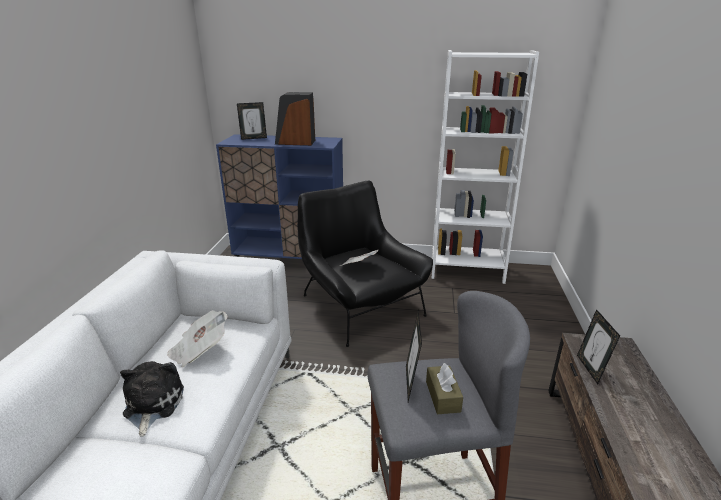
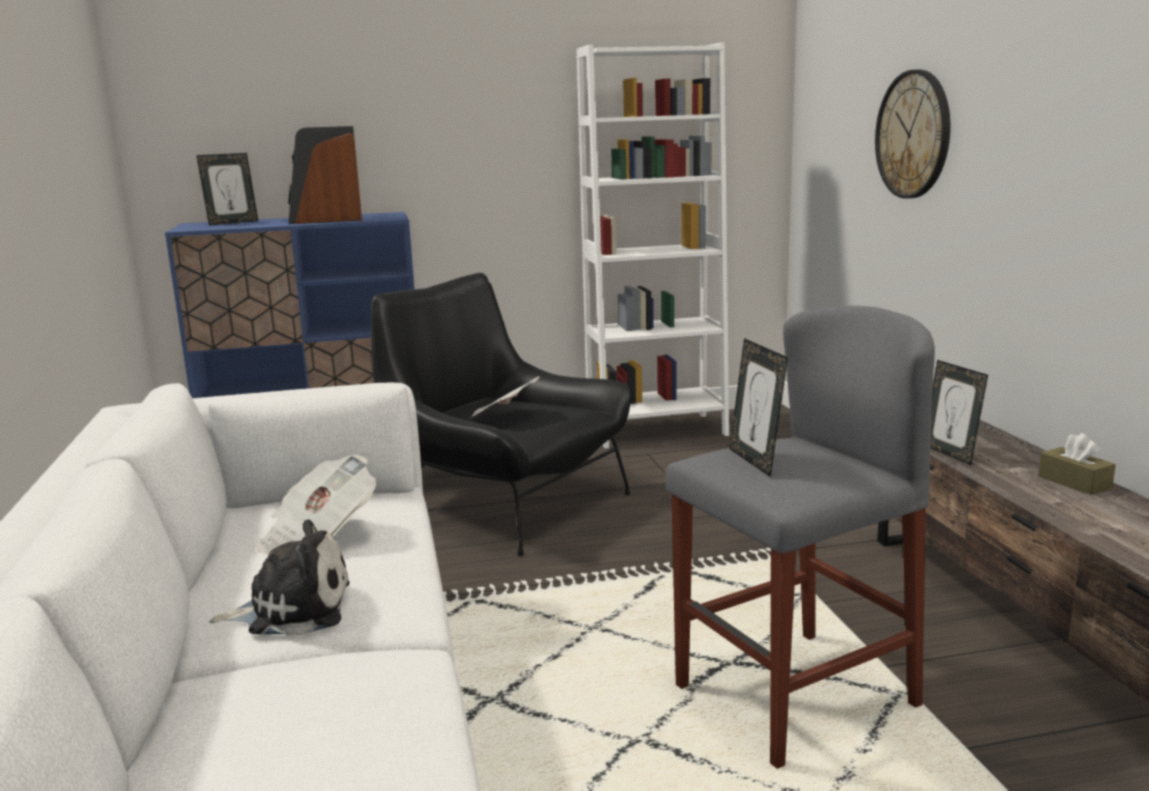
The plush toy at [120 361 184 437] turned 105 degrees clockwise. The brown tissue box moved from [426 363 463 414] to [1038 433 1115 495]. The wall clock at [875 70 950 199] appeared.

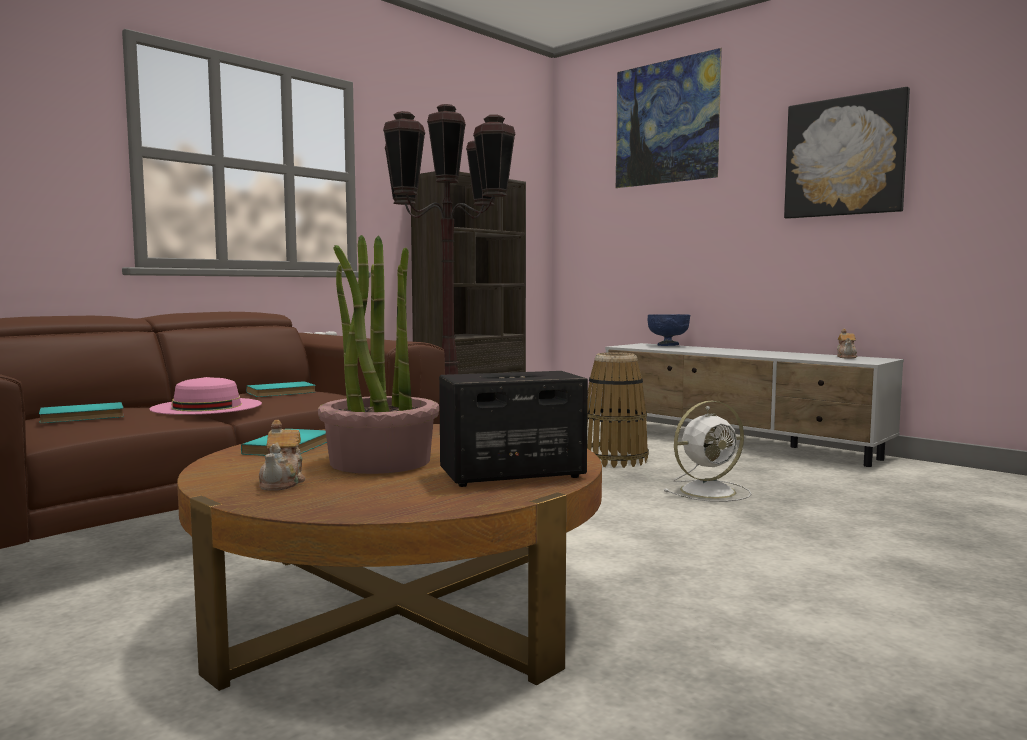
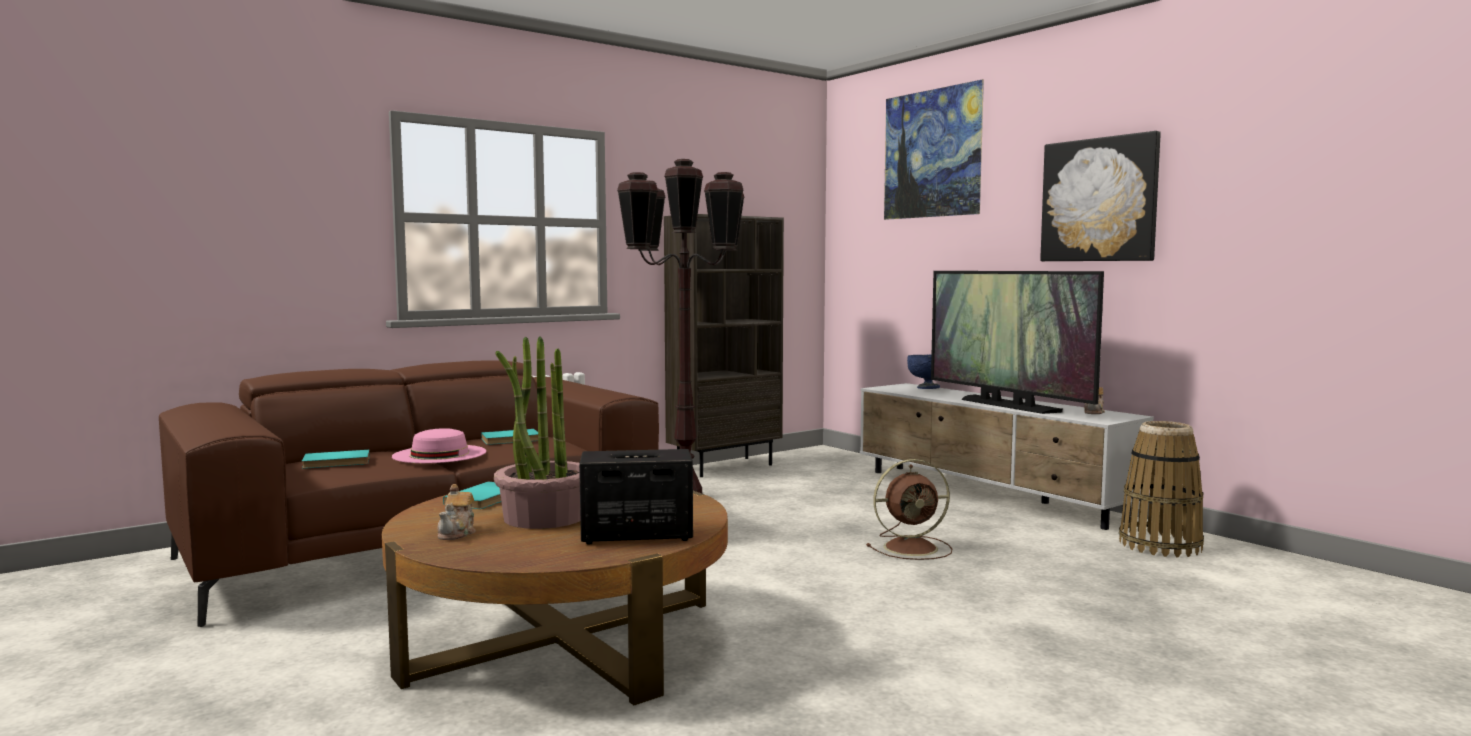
The basket moved from [587 352 649 468] to [1119 421 1204 557]. The white fan at [664 401 752 502] became the brown fan at [866 459 952 560]. The television at [931 271 1104 414] appeared.

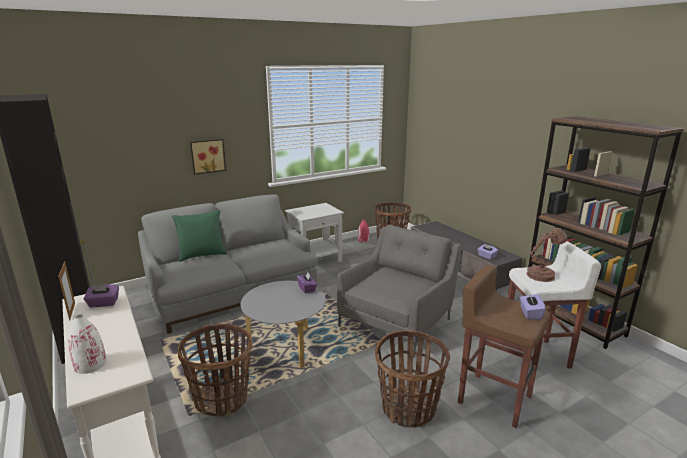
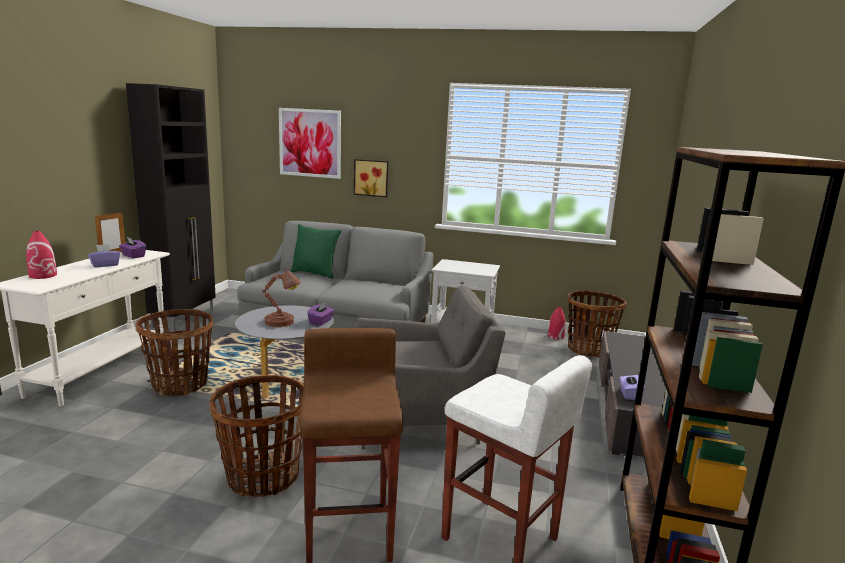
The brown table lamp moved from [527 227 567 282] to [262 270 301 327]. The purple tissue box moved from [520 291 546 320] to [88 244 120 268]. The white vase at [68 314 107 374] became the red vase at [26 231 57 279]. The picture at [279 108 341 179] appeared.

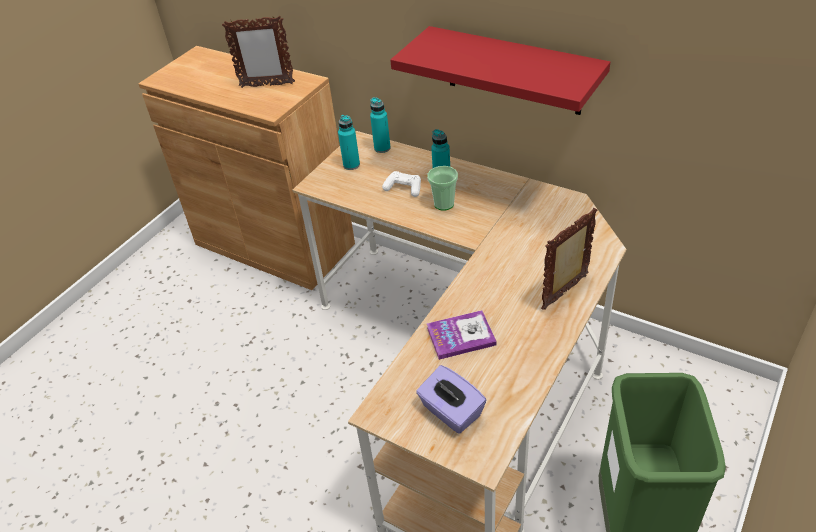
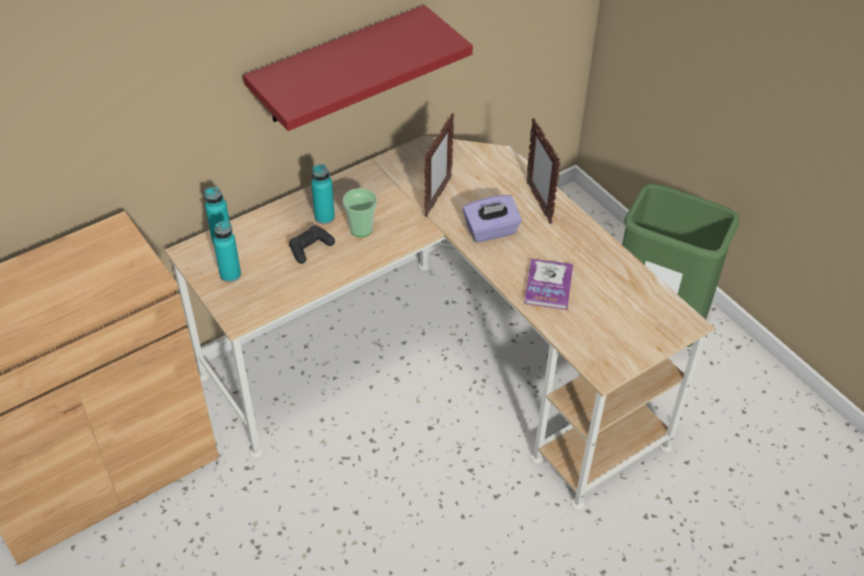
The picture frame moved from [222 15 295 88] to [424 113 454 217]. The white game controller at [382 171 421 197] became the black game controller at [289 225 335 264]. The purple tissue box moved from [416 365 486 434] to [463 195 522 242].

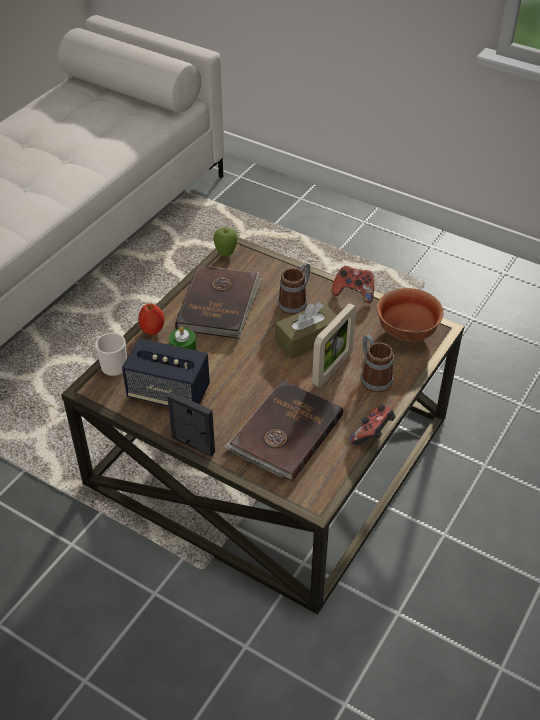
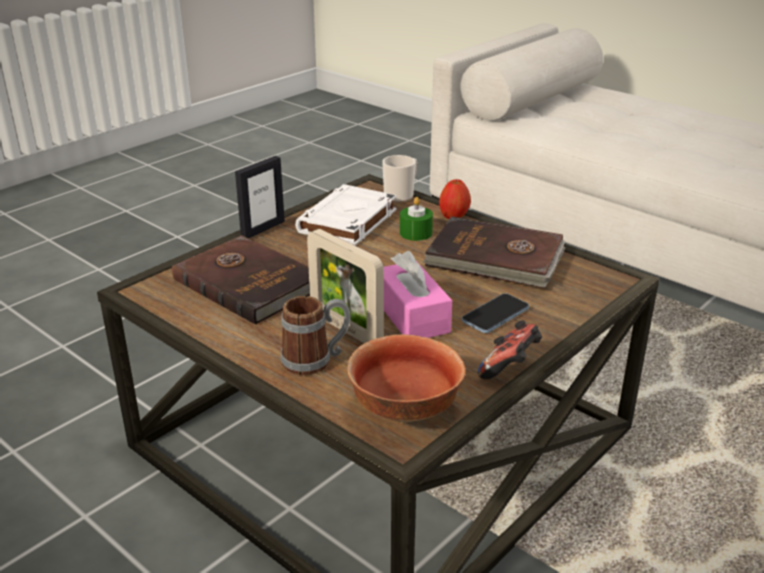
The apple at [213 227 238 257] disappeared. The mug at [278 263 310 315] was replaced by the phone at [462 294 529 333]. The brown tissue box at [275 302 337 359] became the pink tissue box at [384 251 452 338]. The speaker at [122 338 210 406] was replaced by the white book at [295 184 397 245]. The game controller at [350 404 395 445] disappeared.

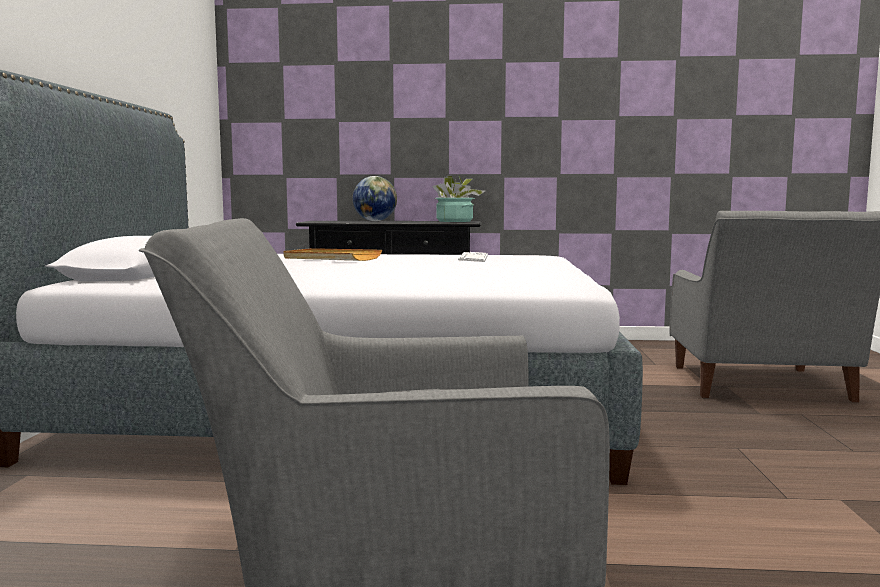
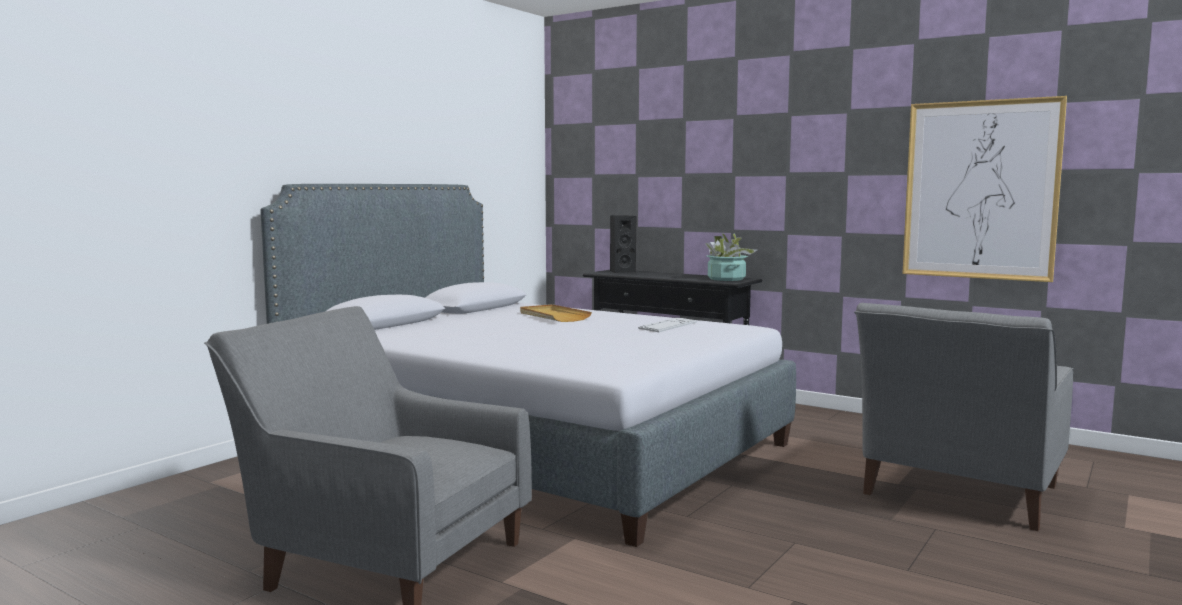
The globe at [353 176 397 221] disappeared. The picture at [902 96 1067 282] appeared. The black speaker at [610 215 636 273] appeared.

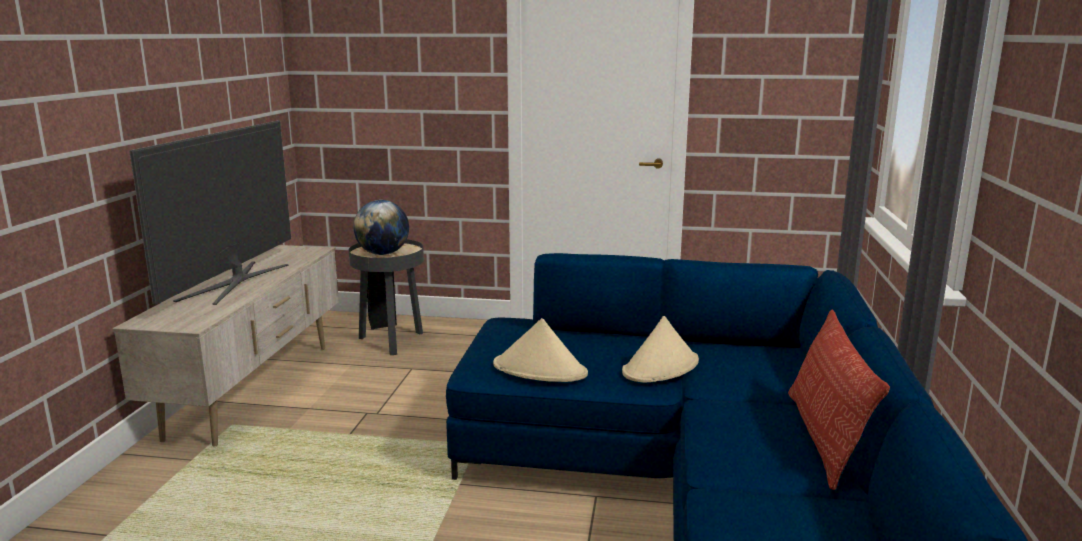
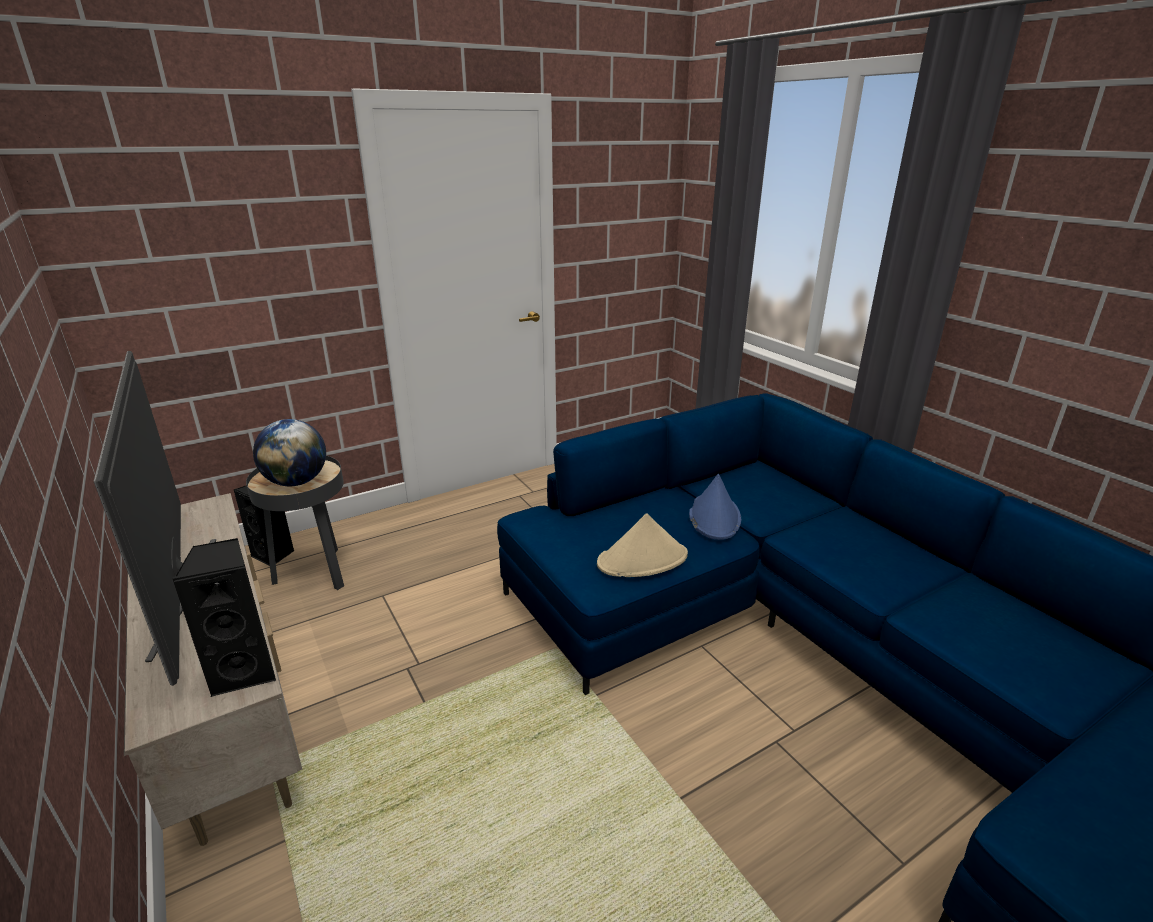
The pillow at [788 310 890 490] disappeared. The beige hat at [622 316 699 382] became the blue hat at [689 474 742 540]. The black speaker at [171 538 276 697] appeared.

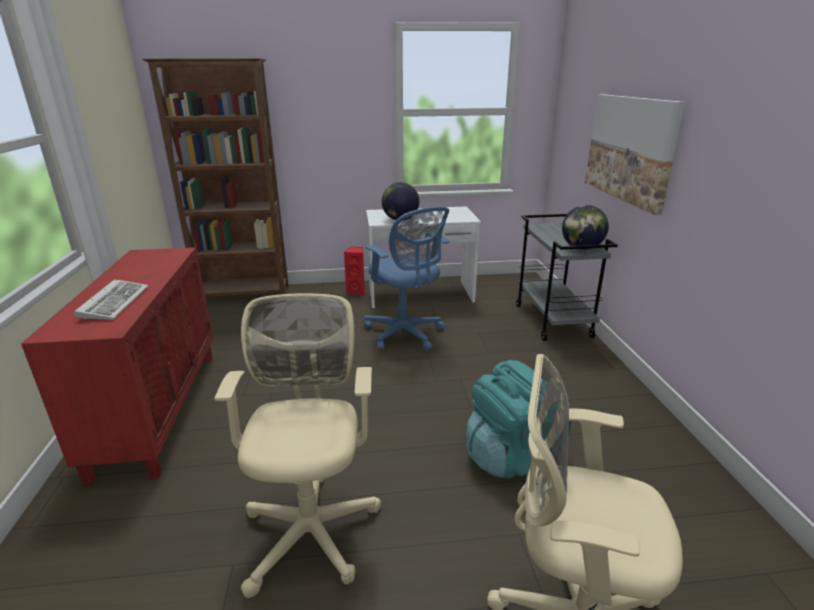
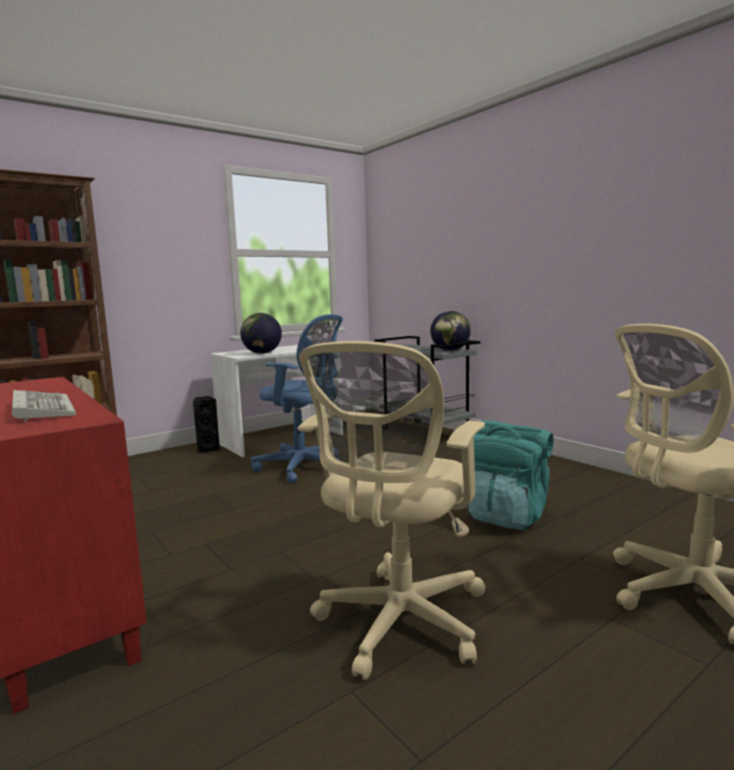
The picture at [585 94 685 215] disappeared. The red speaker at [344 247 365 295] became the black speaker at [193 396 220 453]. The beige office chair at [214 293 381 598] turned 120 degrees counterclockwise.

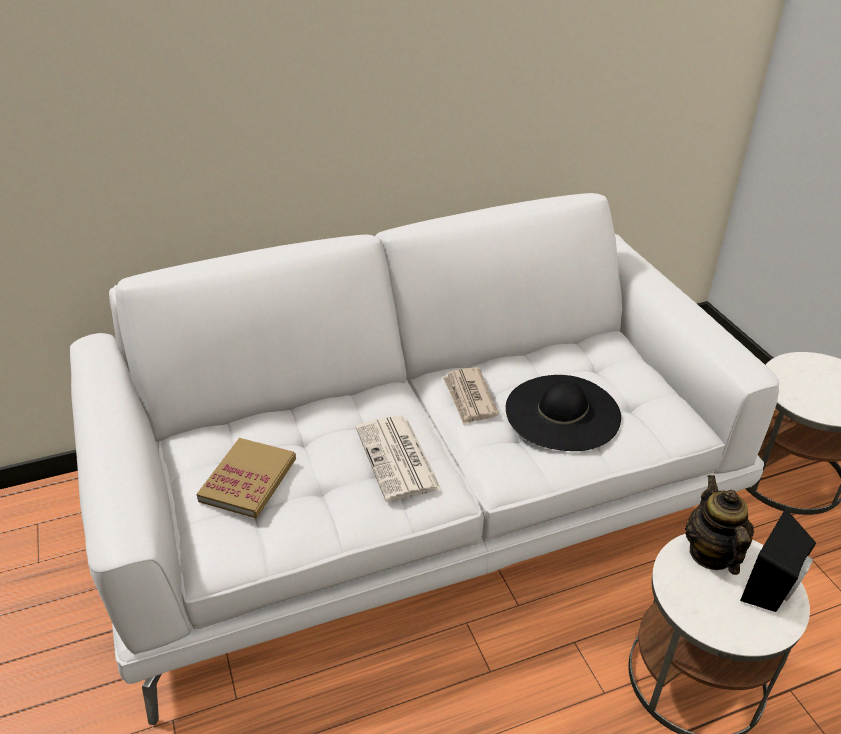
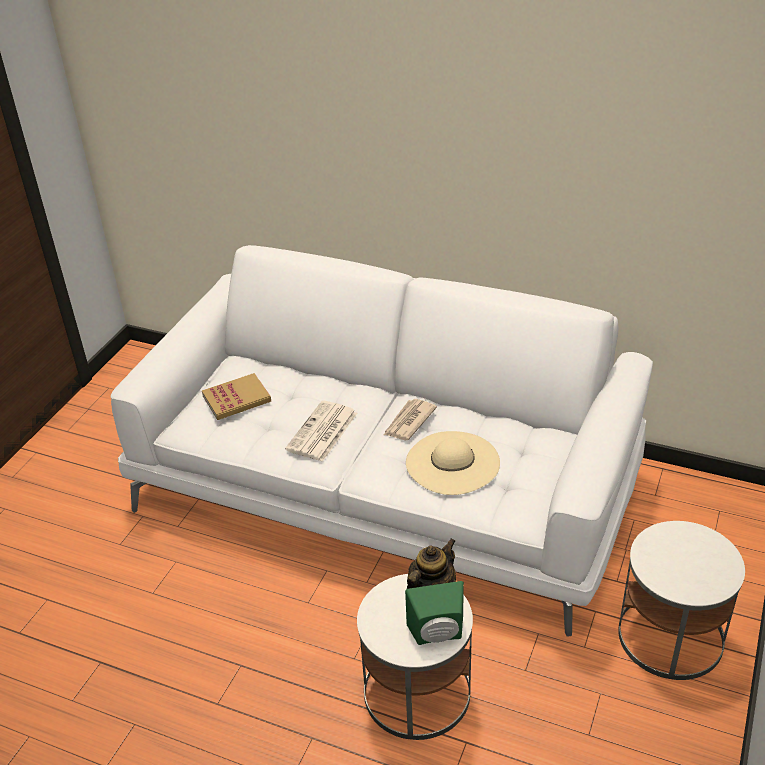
The black hat at [506 375 621 451] became the beige hat at [406 431 500 495]. The black speaker at [740 508 816 612] became the green speaker at [405 581 464 645].

